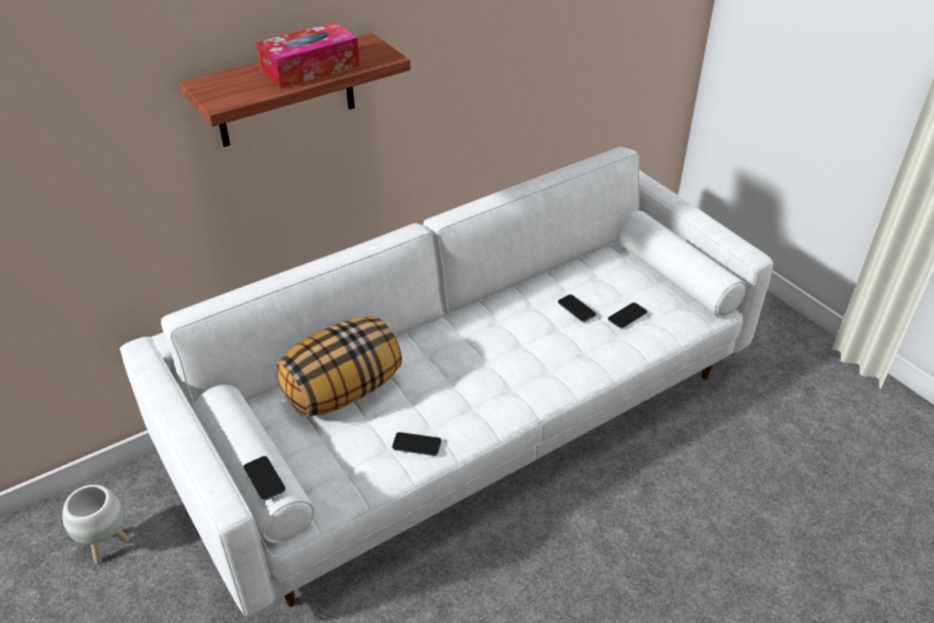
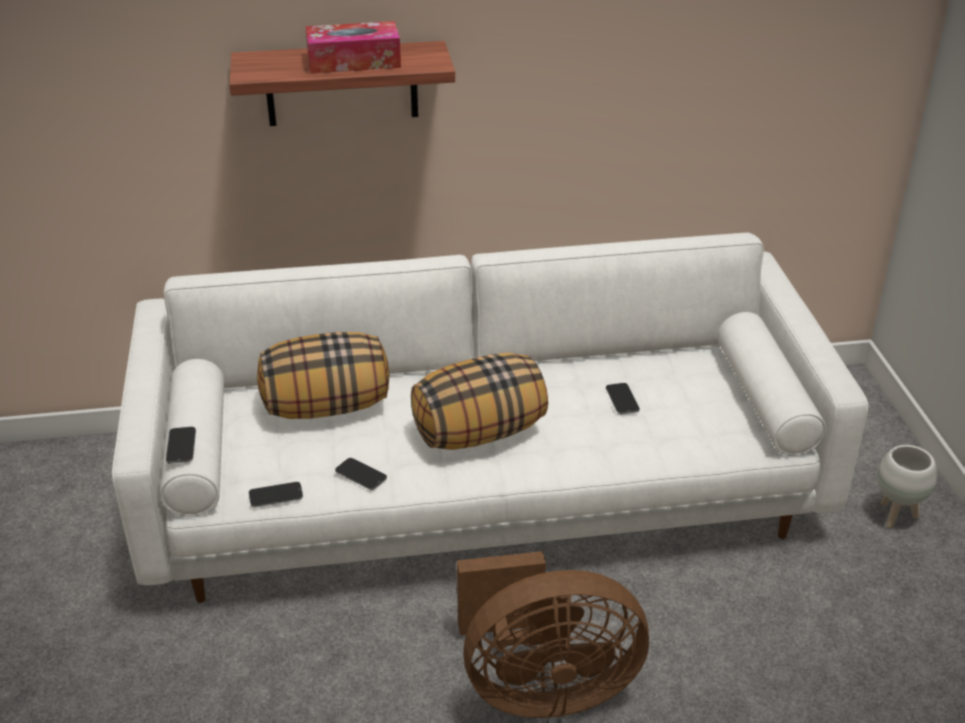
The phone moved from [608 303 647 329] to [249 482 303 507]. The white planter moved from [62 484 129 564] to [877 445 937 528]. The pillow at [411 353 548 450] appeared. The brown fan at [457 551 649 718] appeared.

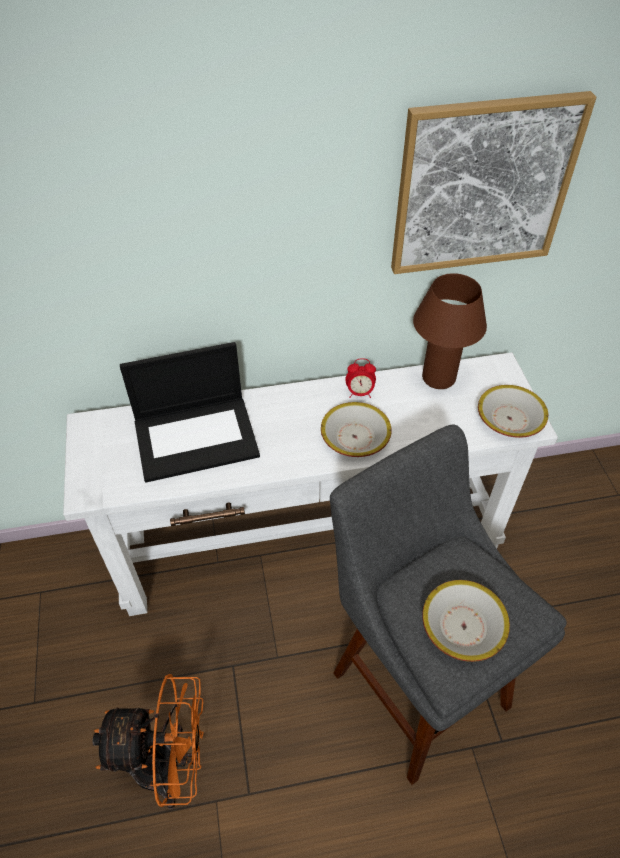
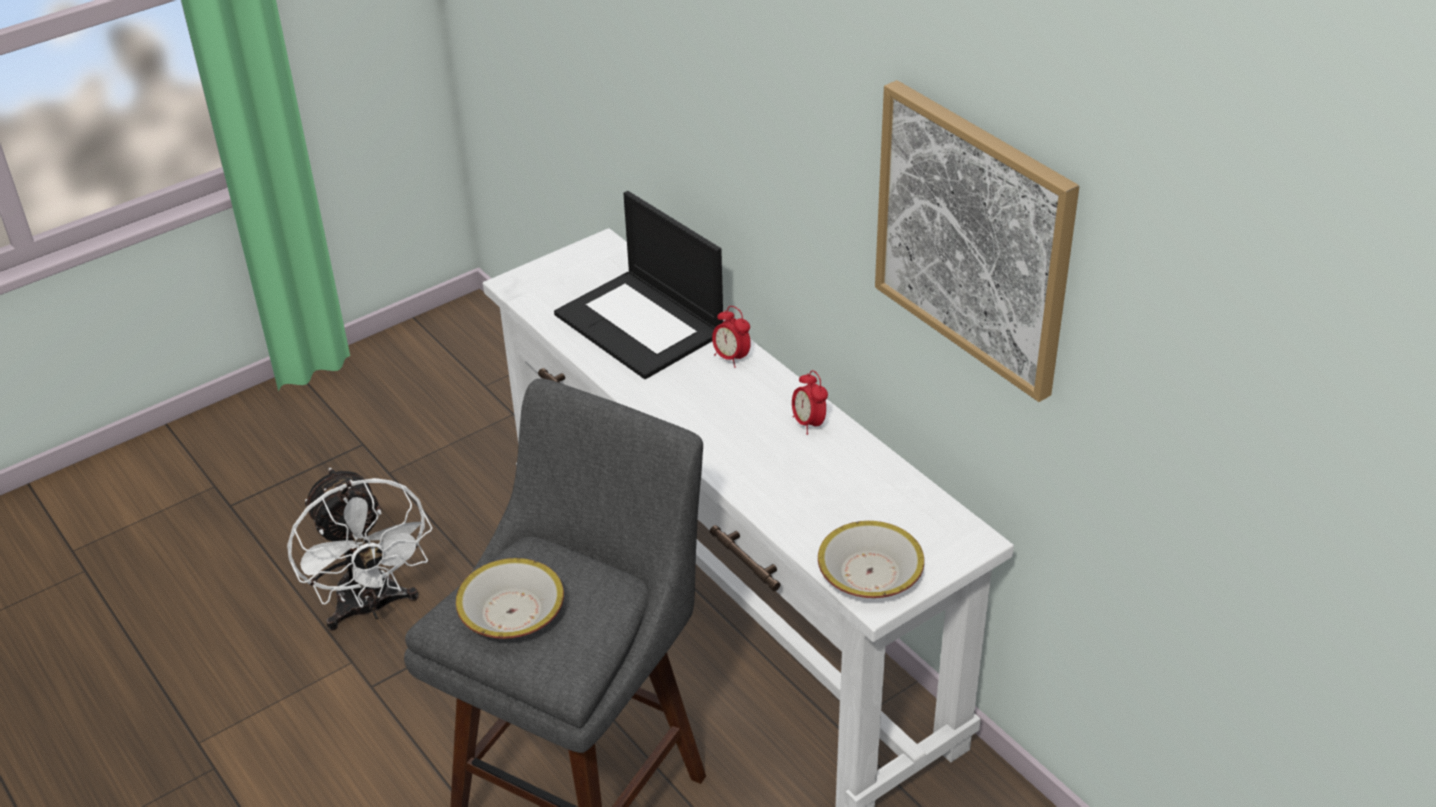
The brown table lamp at [413 273 487 389] disappeared. The bowl at [321 402 391 457] disappeared. The orange fan at [93 674 204 809] became the white fan at [287 468 433 631]. The alarm clock at [712 306 751 368] appeared.

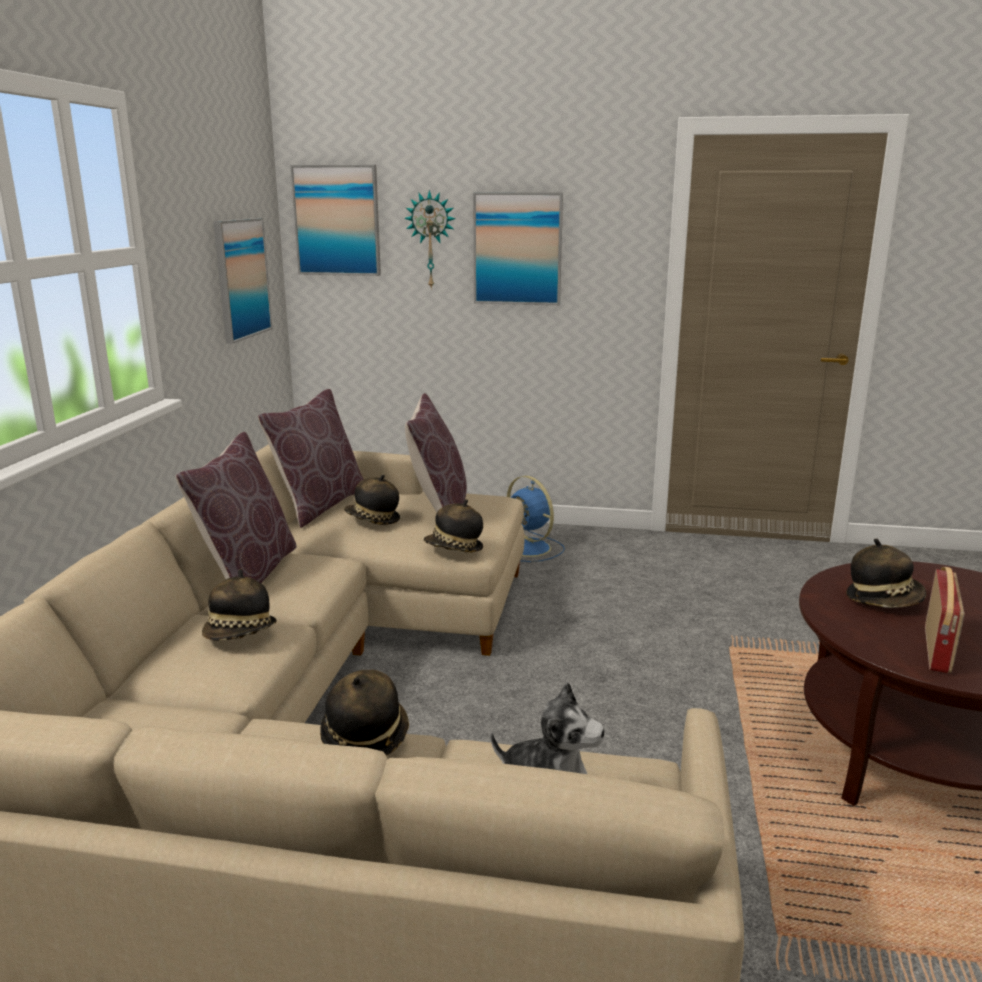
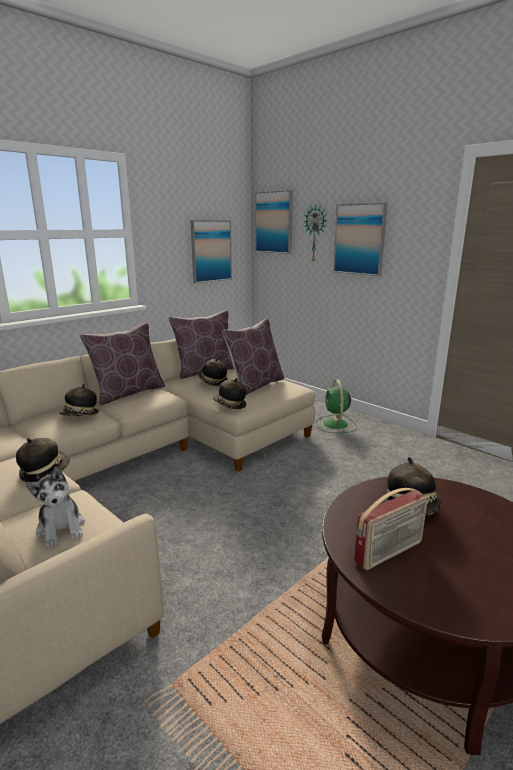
The blue fan at [507 476 565 562] became the green fan at [316 380 357 433].

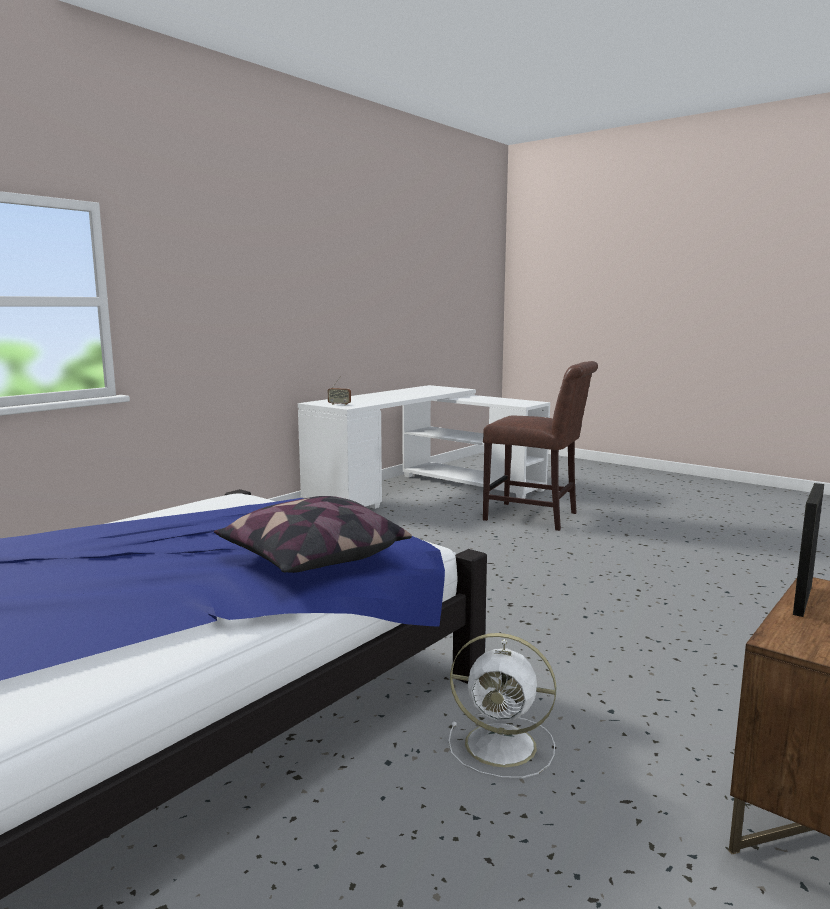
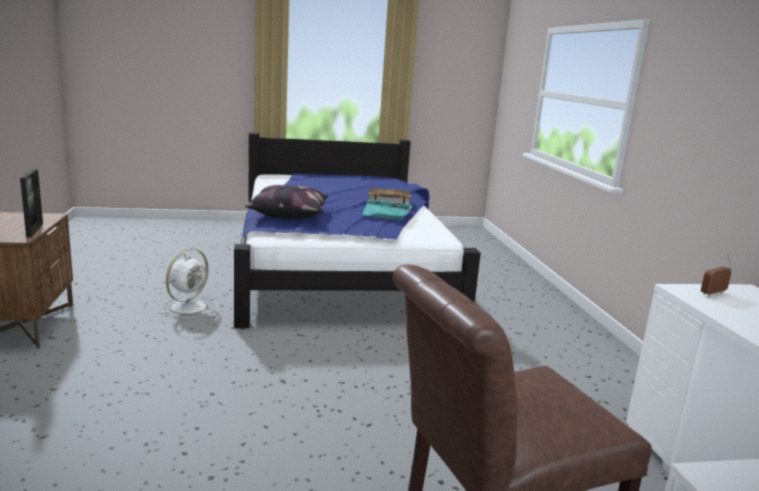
The white fan at [449 633 557 778] turned 150 degrees clockwise. The book at [369 188 411 205] appeared. The turquoise tray at [362 200 412 220] appeared.

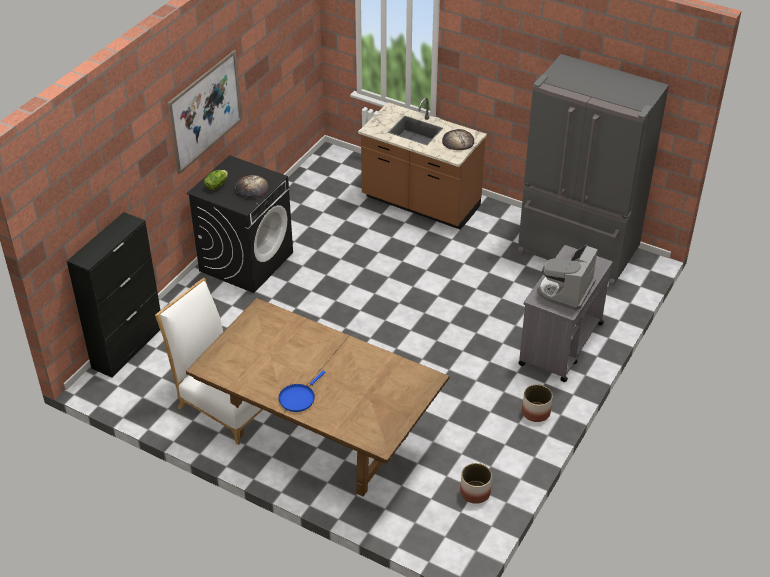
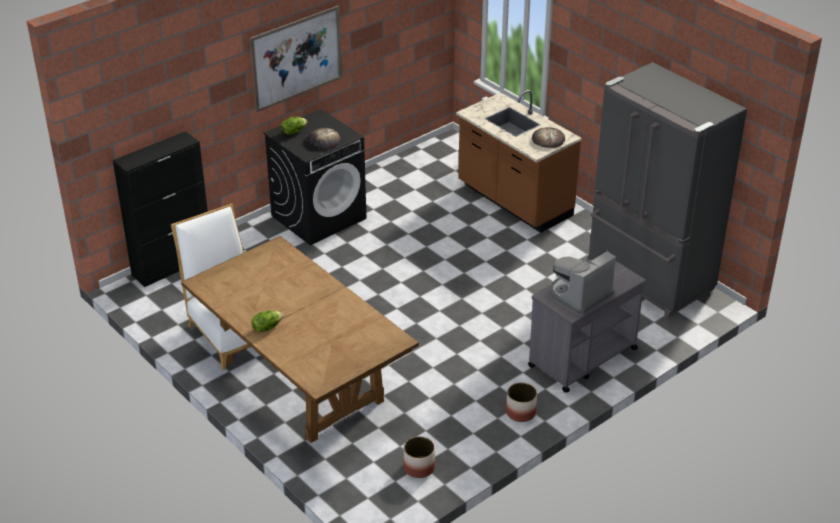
The blue frying pan at [278 371 325 412] was replaced by the lettuce at [251 310 283 332].

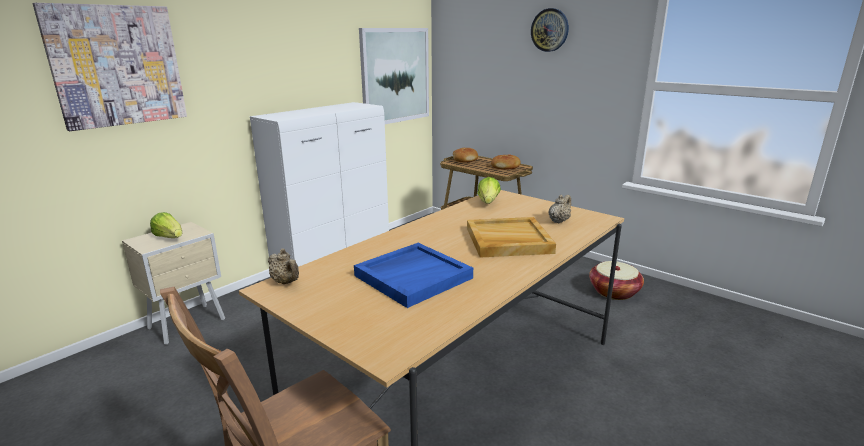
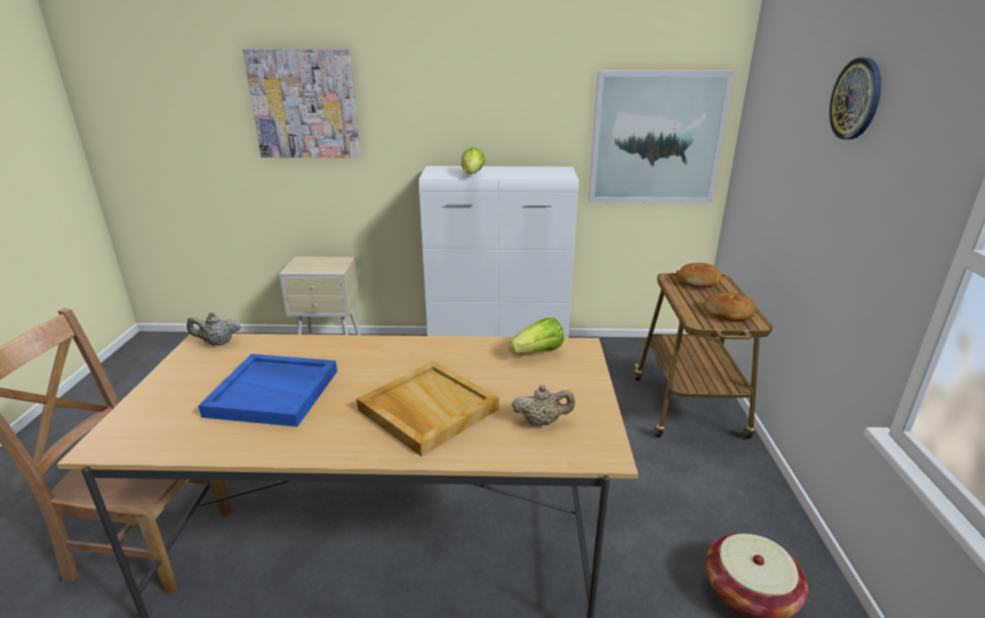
The lettuce moved from [150 212 183 238] to [461 147 485 174]. The beige teapot at [268 249 299 284] turned 75 degrees clockwise.

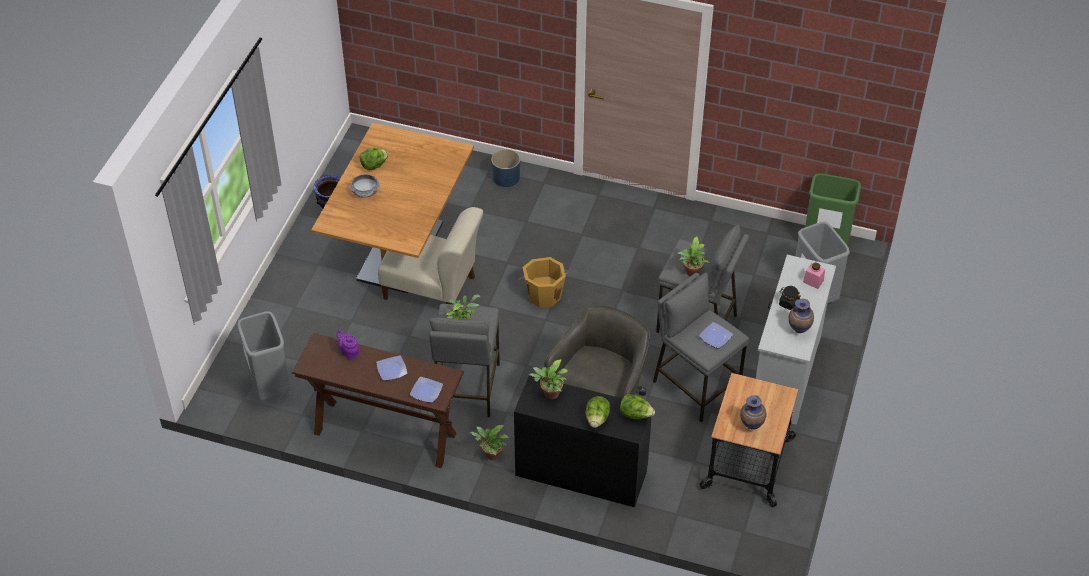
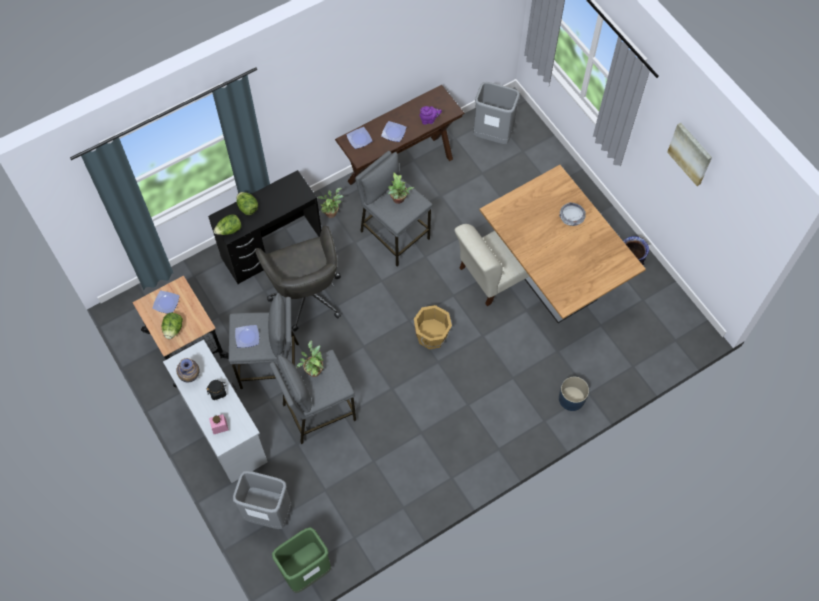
The lettuce moved from [360 148 388 170] to [162 313 183 339]. The potted plant at [529 359 568 399] disappeared. The vase at [740 395 767 430] was replaced by the plate at [153 291 179 313]. The picture at [667 123 712 186] appeared.

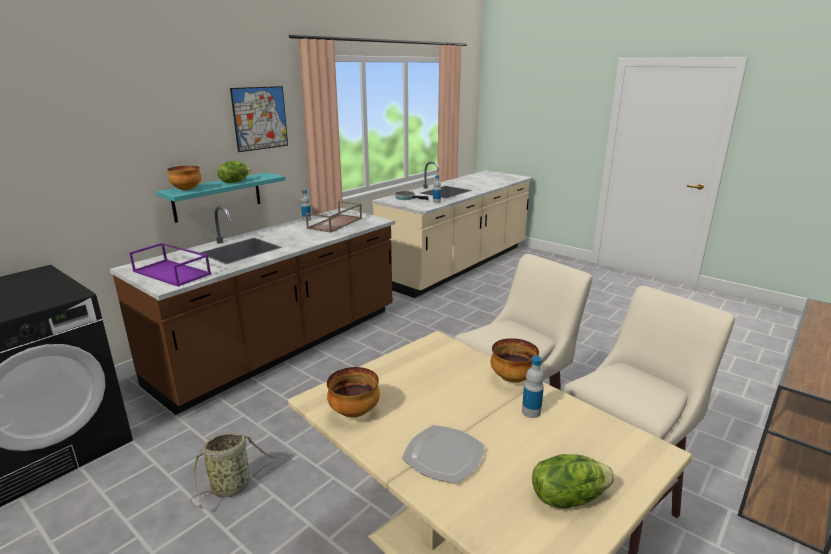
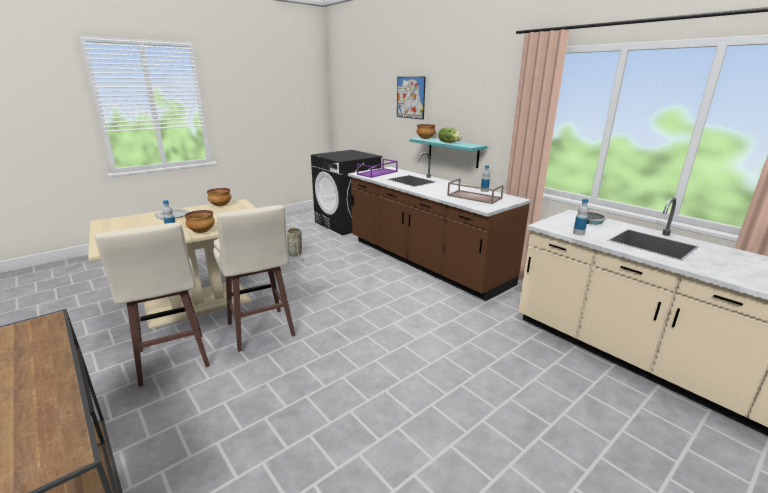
The picture moved from [230 86 288 152] to [397 77 426 120]. The lettuce at [532 454 614 508] disappeared.

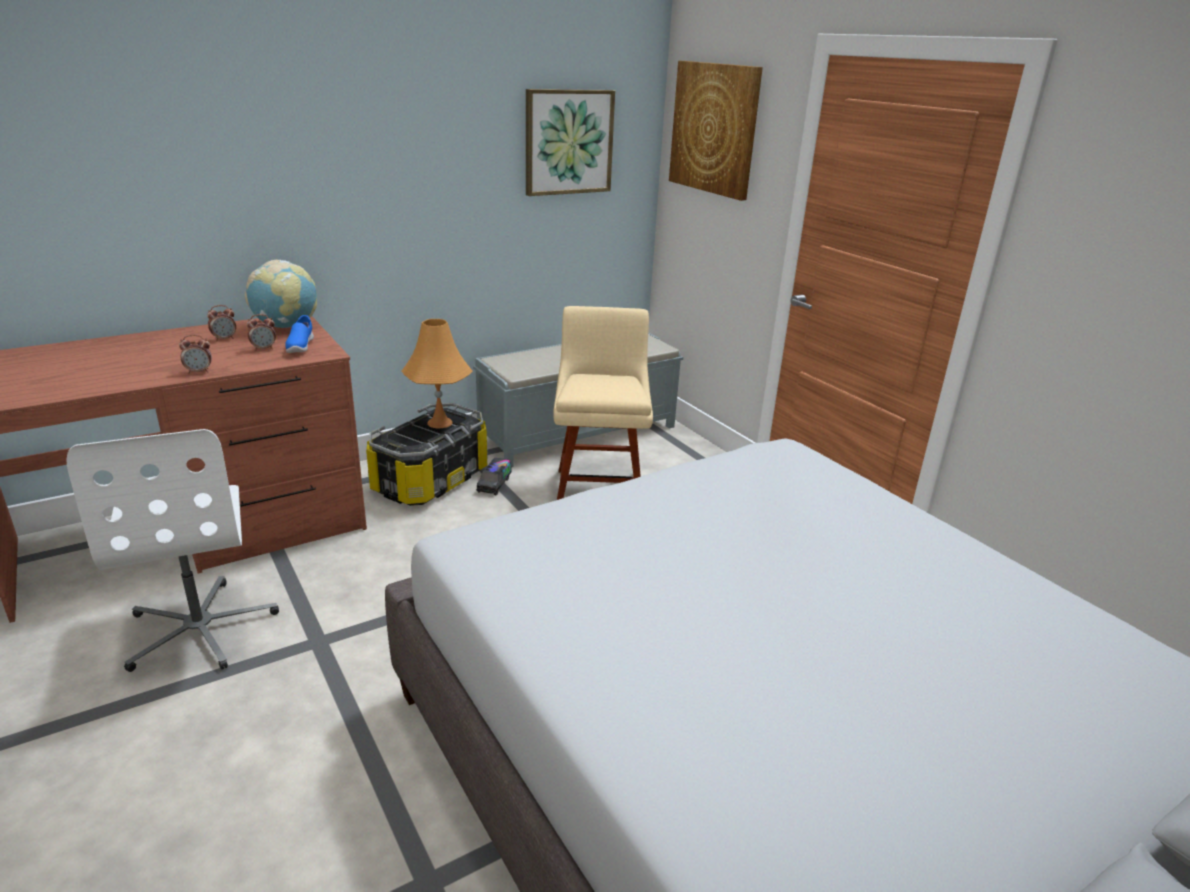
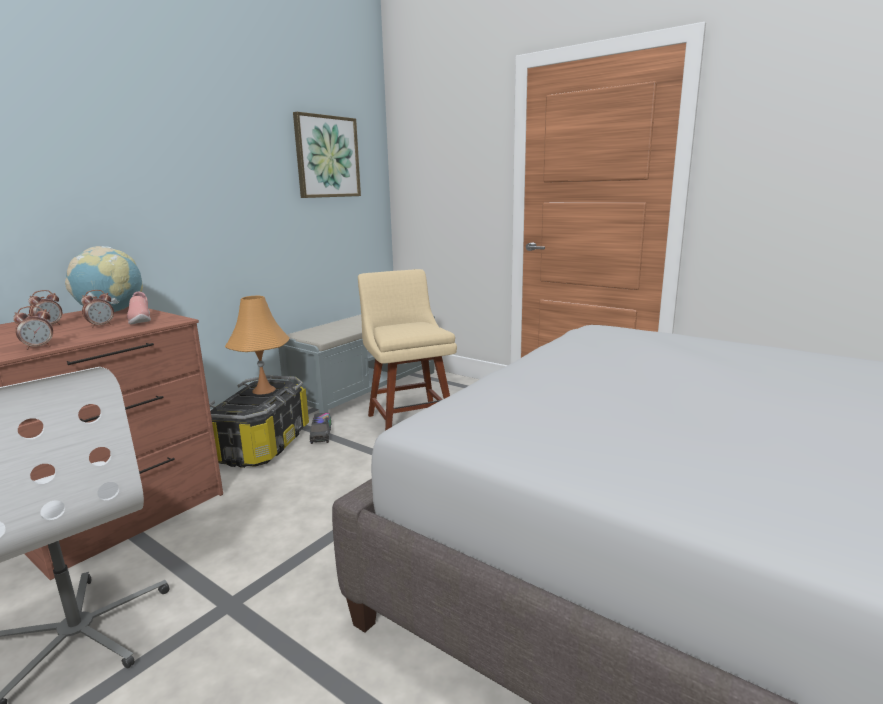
The picture at [669 61 763 201] disappeared. The blue shoe at [285 315 314 353] became the pink shoe at [127 292 151 324].

